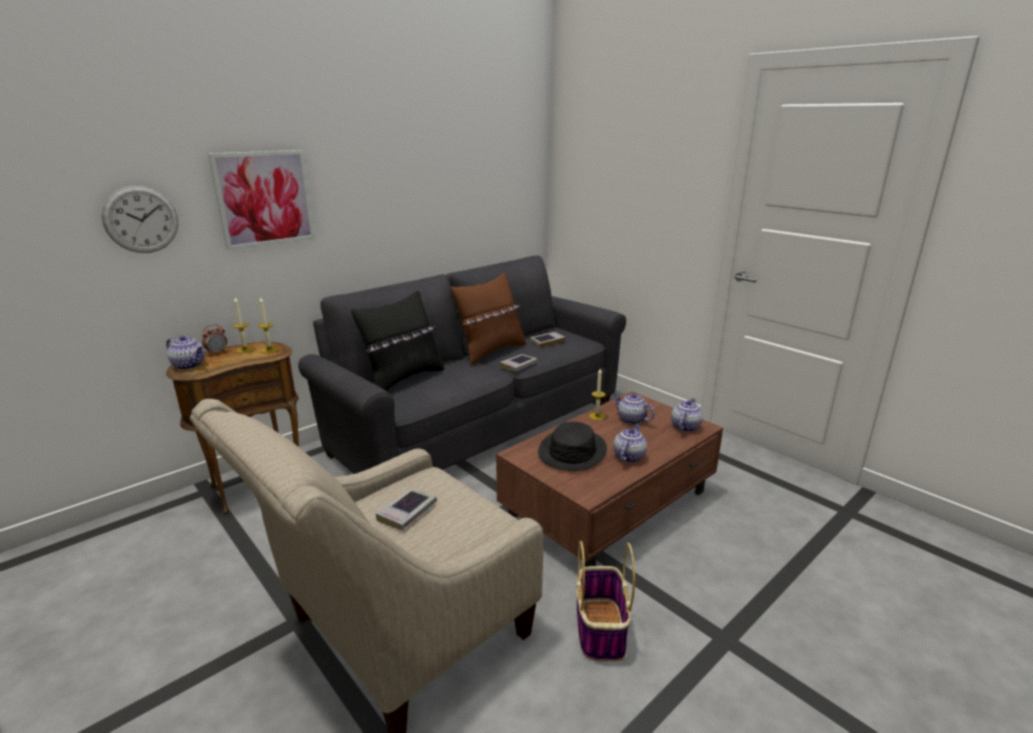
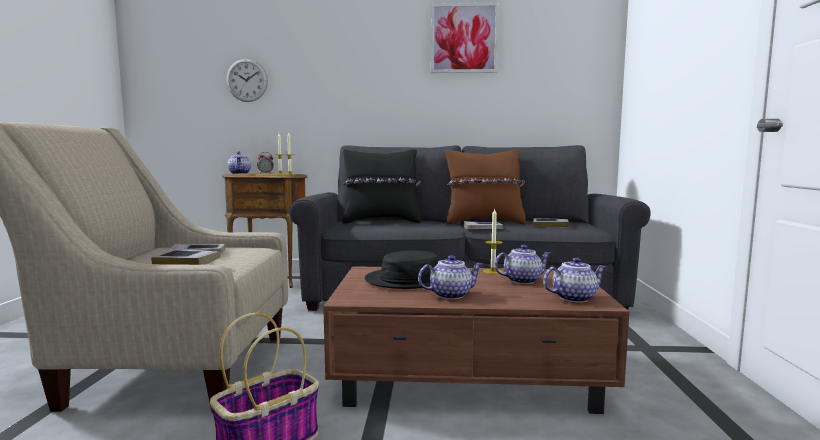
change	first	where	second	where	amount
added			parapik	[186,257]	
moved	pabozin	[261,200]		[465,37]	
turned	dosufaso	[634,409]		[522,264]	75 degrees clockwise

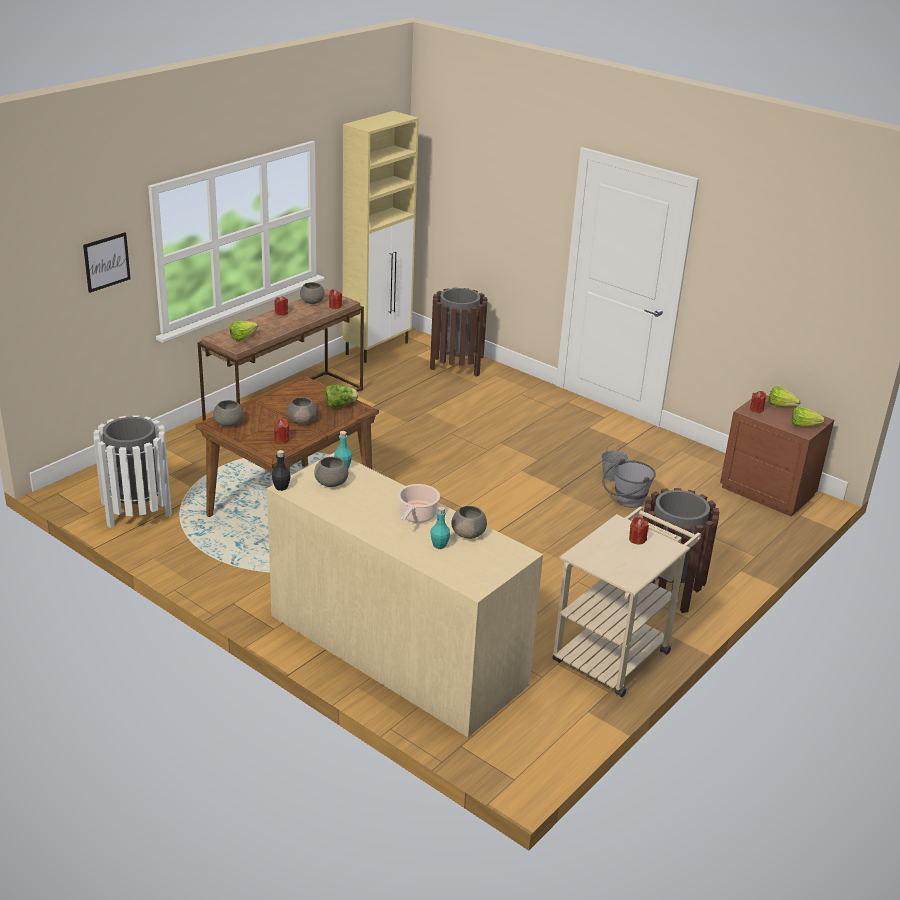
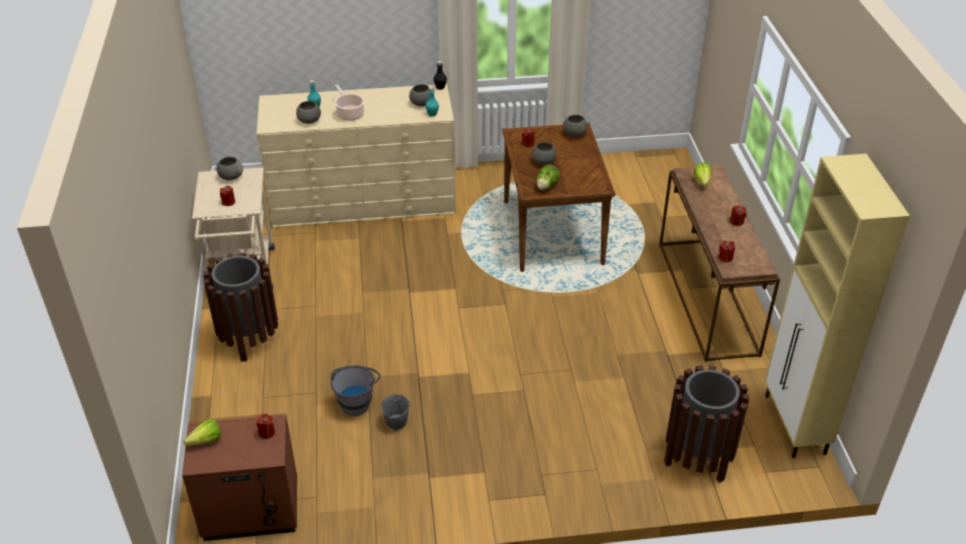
change	first	where	second	where	amount
removed	pabozin	[107,262]			
removed	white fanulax	[132,471]			
removed	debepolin	[785,396]			
moved	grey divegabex	[312,293]		[230,169]	

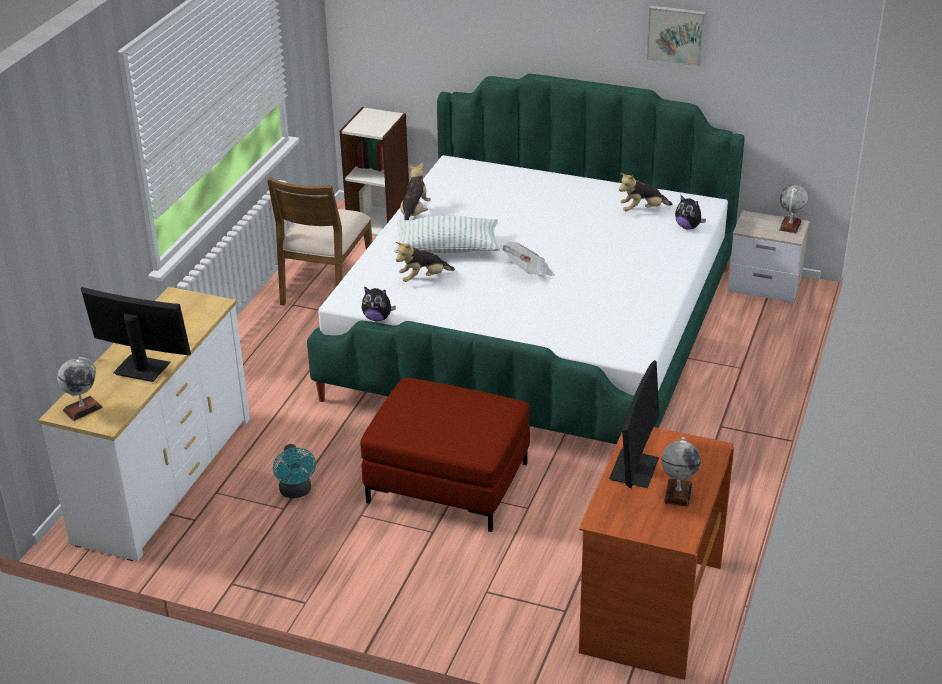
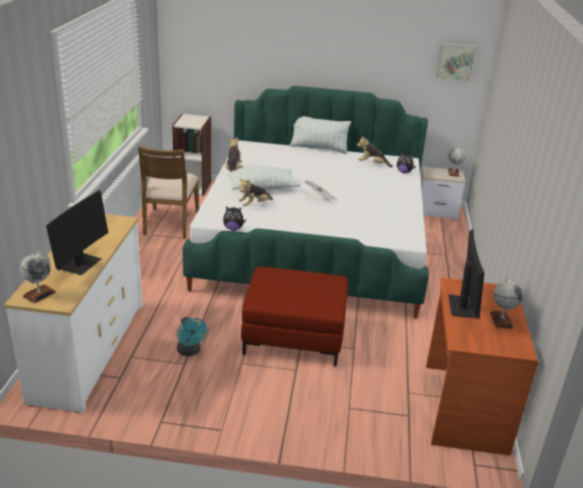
change	first	where	second	where	amount
added			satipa	[320,135]	
moved	pabozin	[676,36]		[456,62]	
turned	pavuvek	[136,334]		[77,232]	105 degrees clockwise
turned	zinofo	[646,192]		[375,152]	45 degrees clockwise

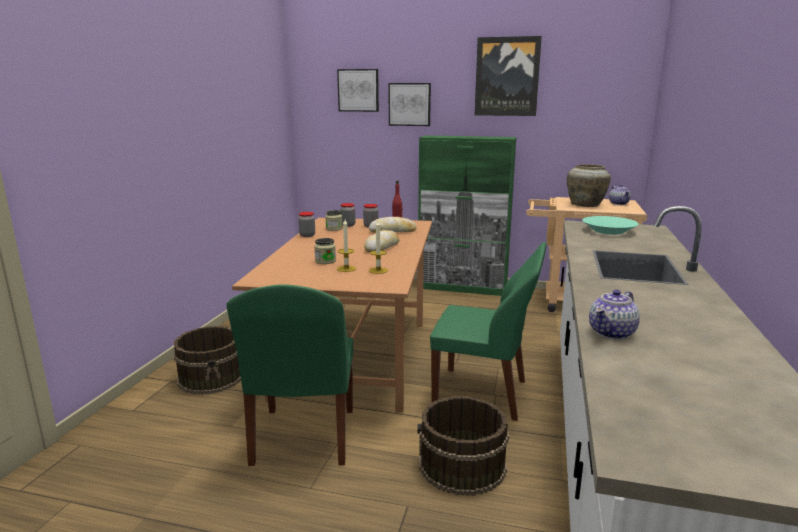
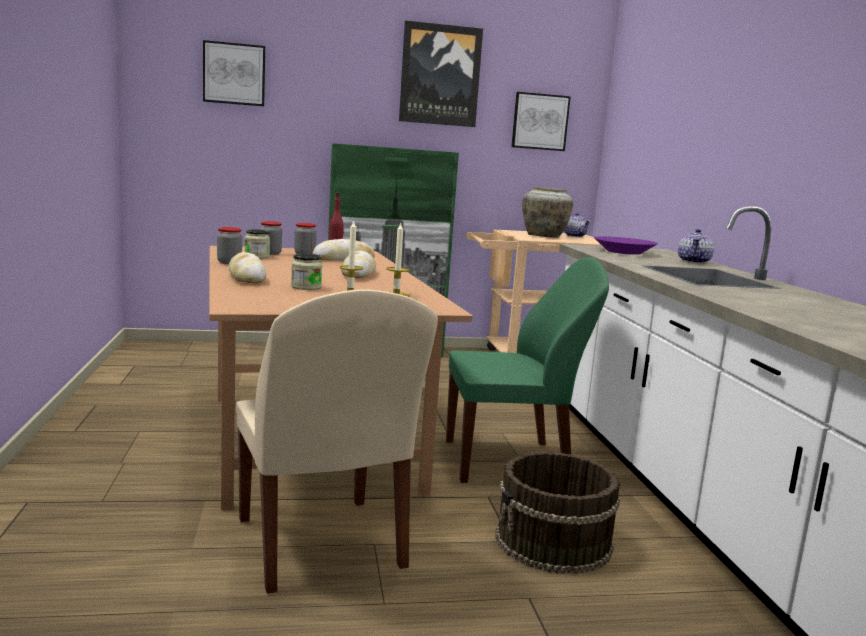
change	first	where	second	where	amount
removed	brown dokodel	[207,360]			
added			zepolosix	[247,267]	
moved	pabozin	[410,104]		[541,121]	
moved	dosufaso	[614,314]		[696,246]	
recoloured	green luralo	[290,375]	beige luralo	[337,441]	
recoloured	turquoise divegabex	[610,225]	purple divegabex	[626,245]	

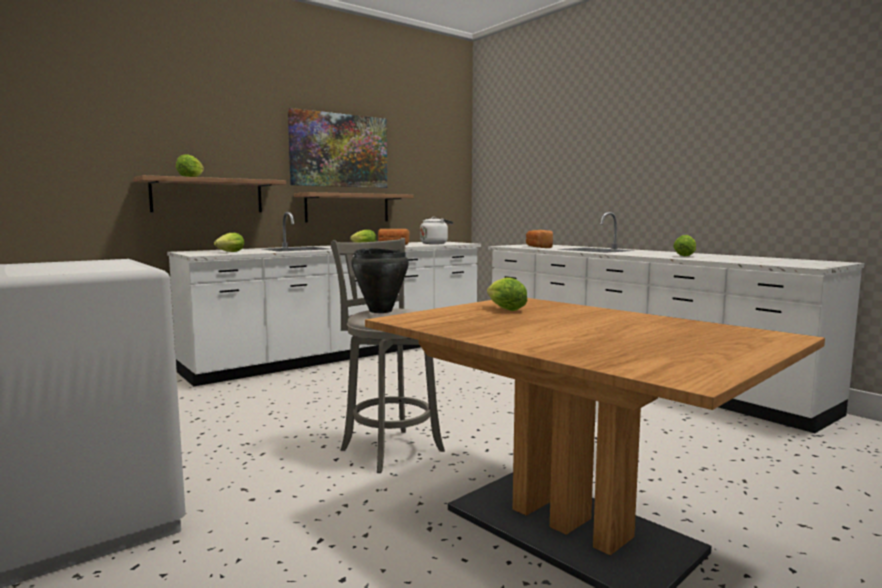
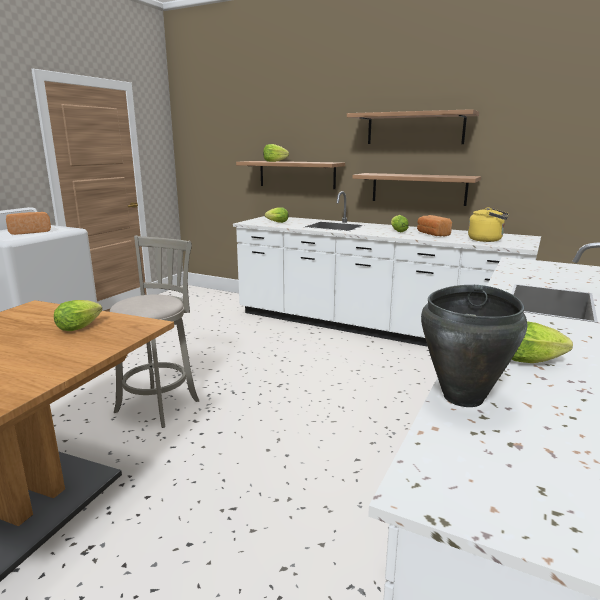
change	first	where	second	where	amount
moved	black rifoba	[380,280]		[474,346]	
moved	zepolosix	[539,239]		[28,223]	
replaced	pabozin	[337,148]	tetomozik	[413,126]	
recoloured	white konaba	[436,230]	yellow konaba	[488,224]	

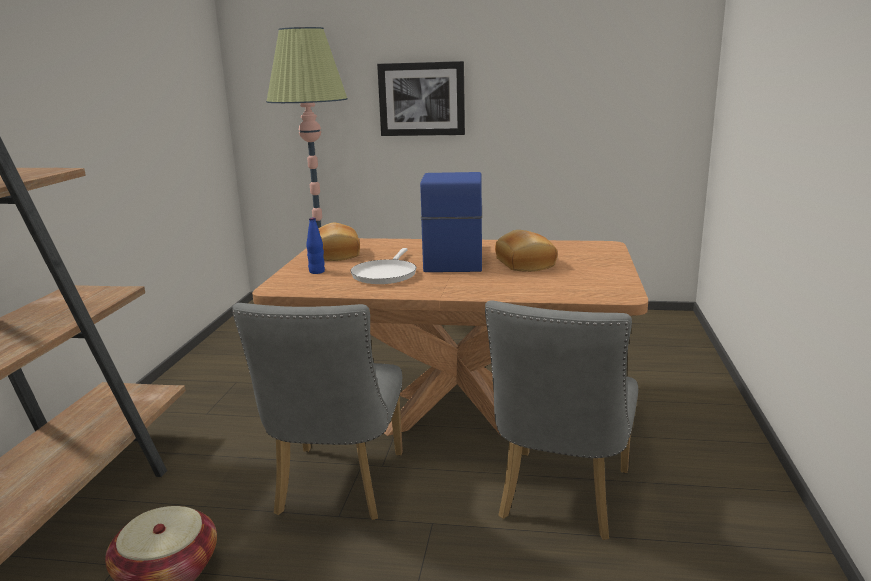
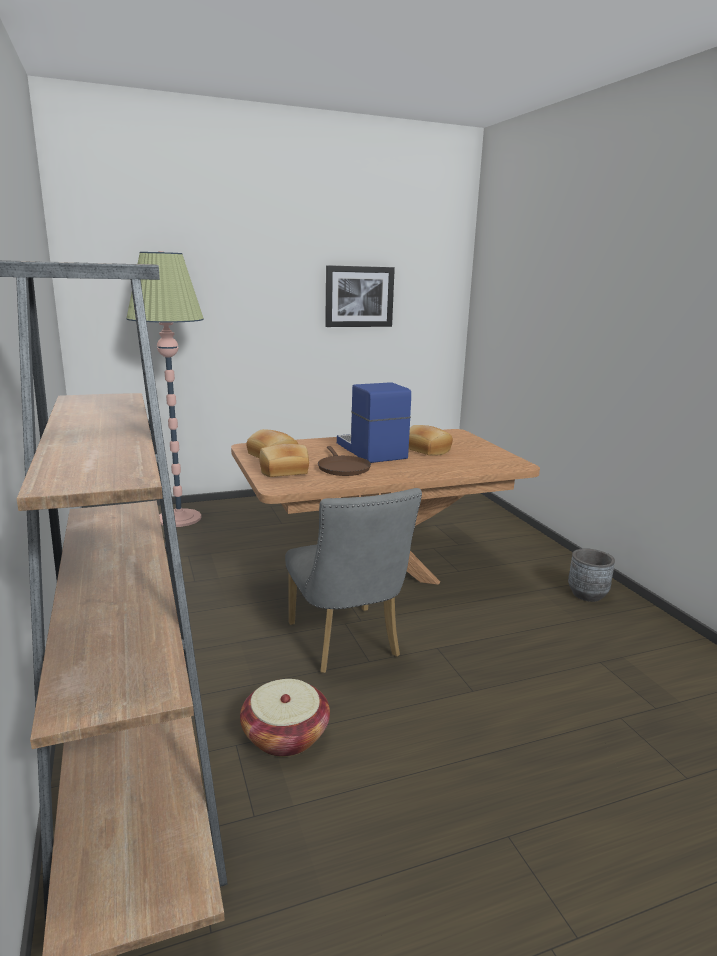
change	first	where	second	where	amount
removed	grey luralo	[561,420]			
added			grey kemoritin	[591,575]	
moved	pabozin	[421,98]		[360,296]	
replaced	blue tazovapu	[315,245]	zepolosix	[284,460]	
recoloured	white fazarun	[383,266]	brown fazarun	[344,461]	

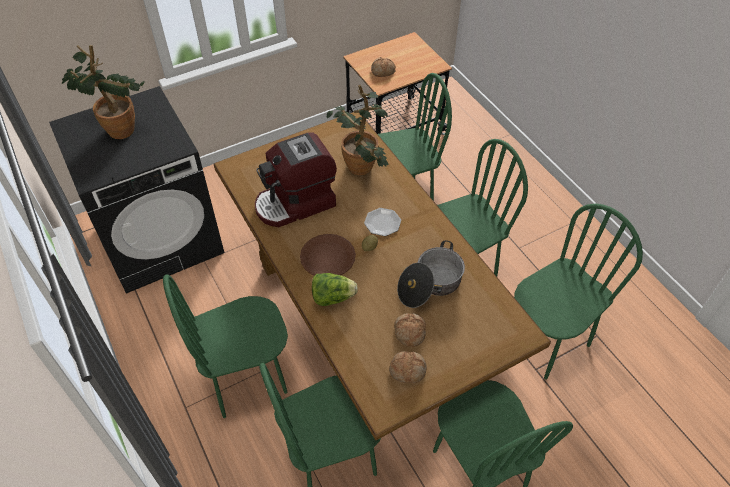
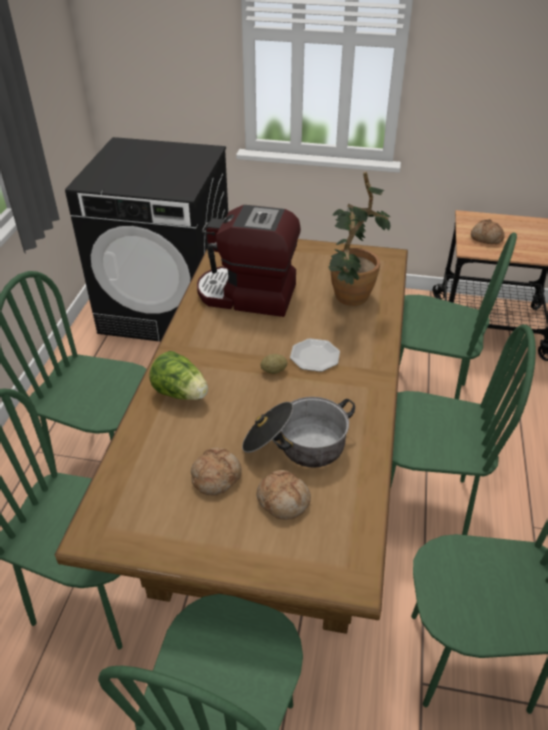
change	first	where	second	where	amount
removed	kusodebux	[103,92]			
removed	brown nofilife	[328,255]			
moved	zepolosix	[407,367]		[283,495]	

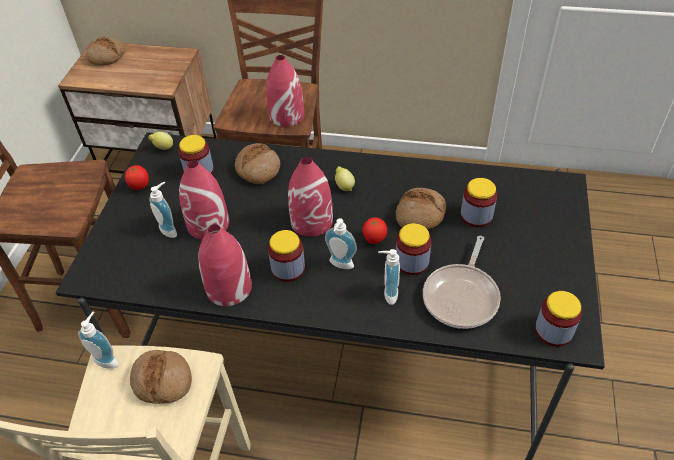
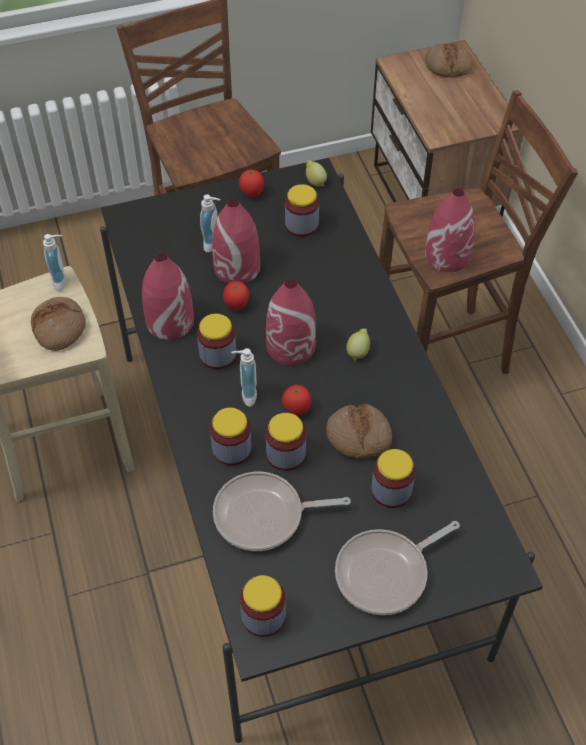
change	first	where	second	where	amount
removed	zepolosix	[257,163]			
added			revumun	[236,295]	
added			fazarun	[397,568]	
replaced	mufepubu	[389,277]	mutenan	[231,437]	

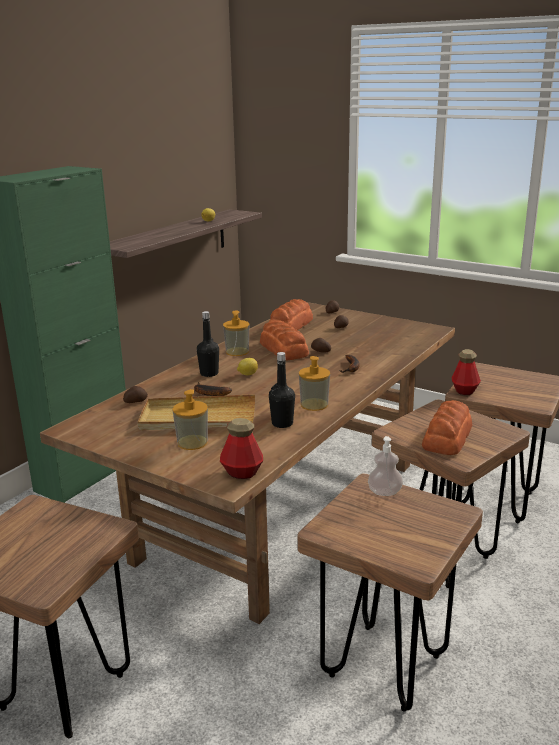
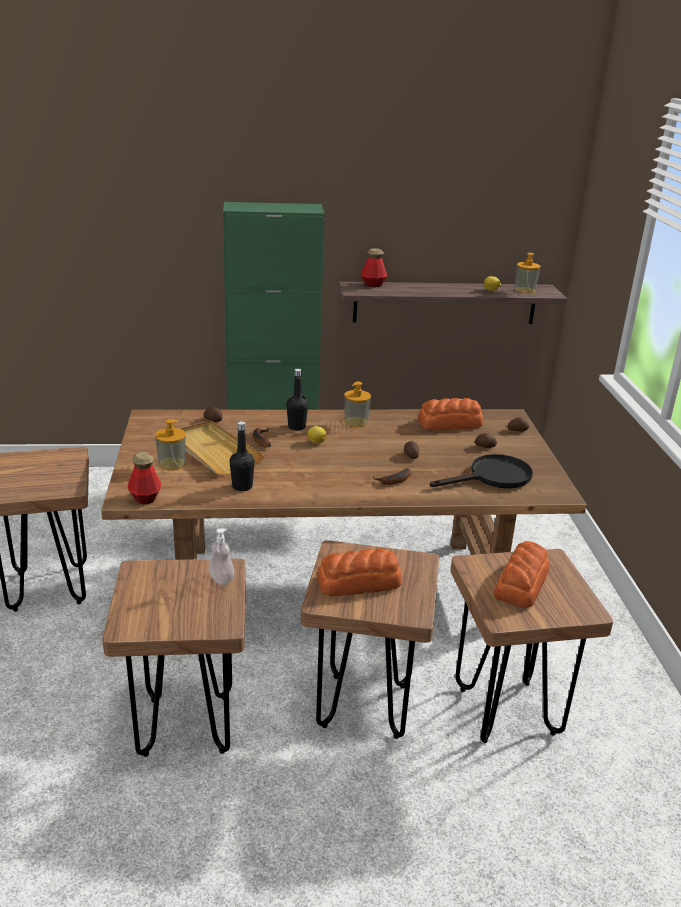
change	first	where	second	where	amount
added			black fazarun	[481,471]	
moved	zepolosix	[284,340]		[521,574]	
moved	mufepubu	[314,383]		[528,273]	
moved	tazovapu	[466,372]		[374,267]	

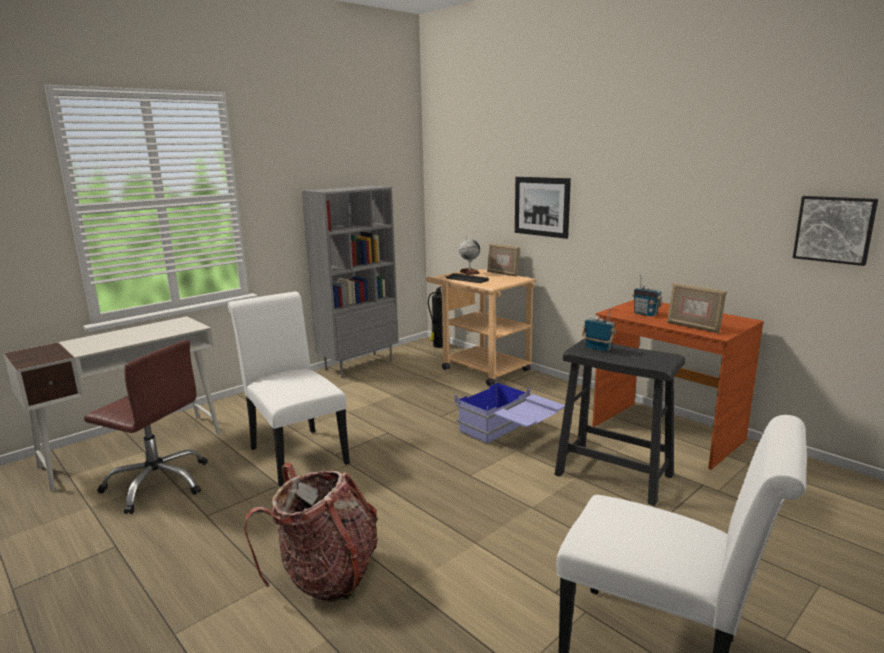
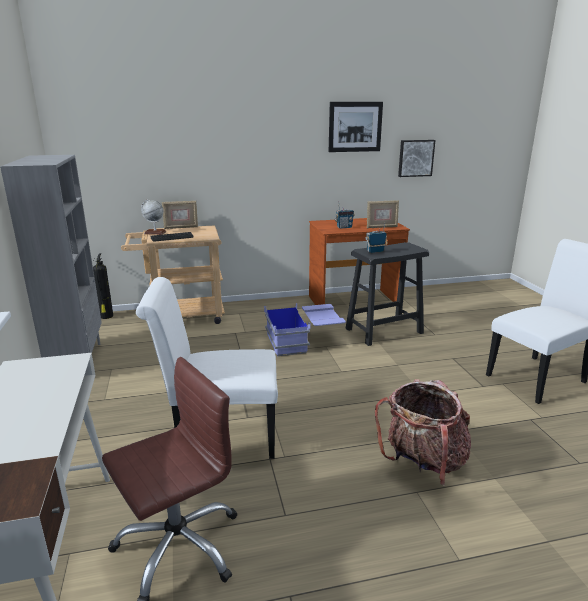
change	first	where	second	where	amount
moved	pabozin	[543,208]		[356,127]	

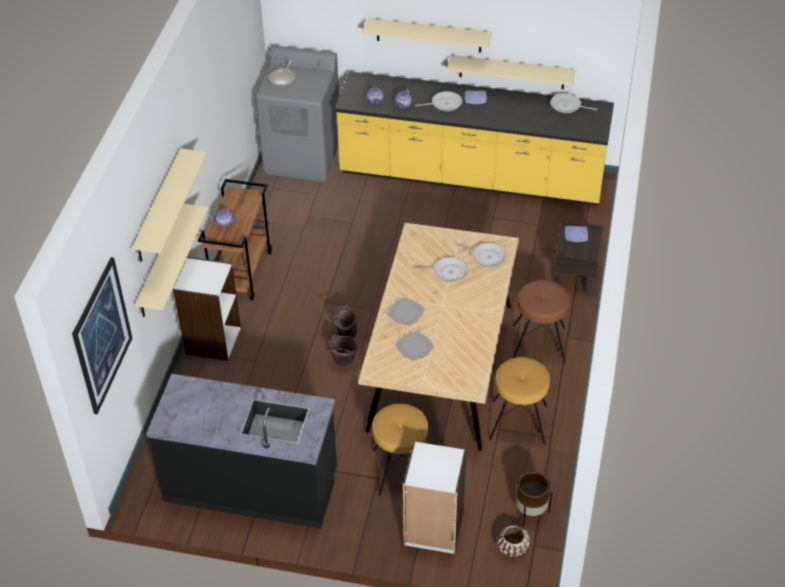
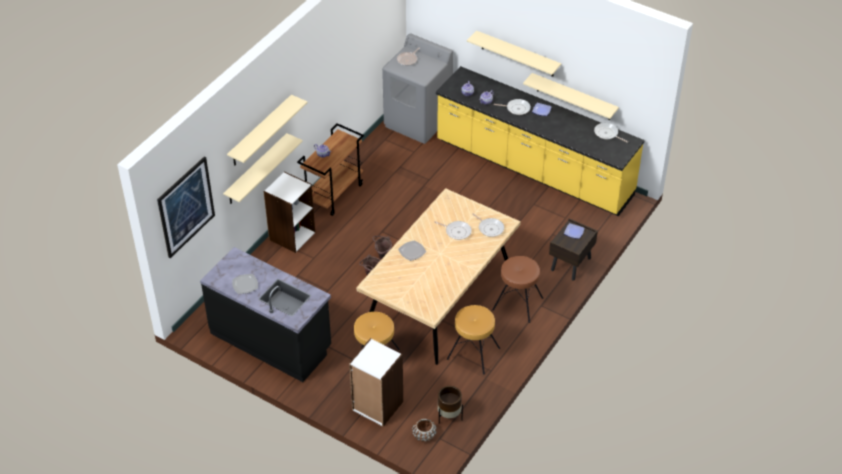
change	first	where	second	where	amount
moved	nofilife	[414,346]		[245,284]	

